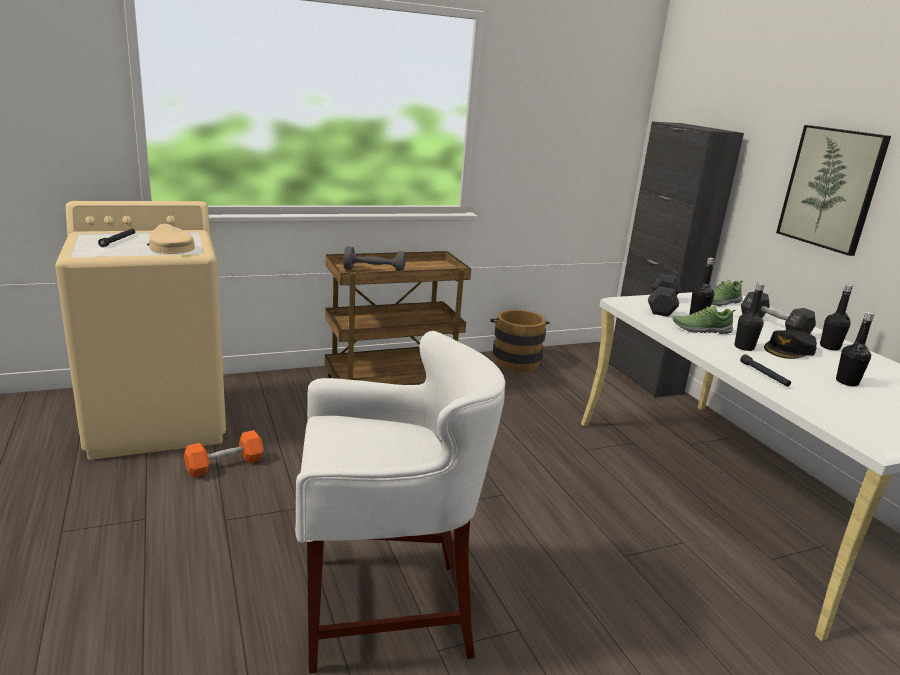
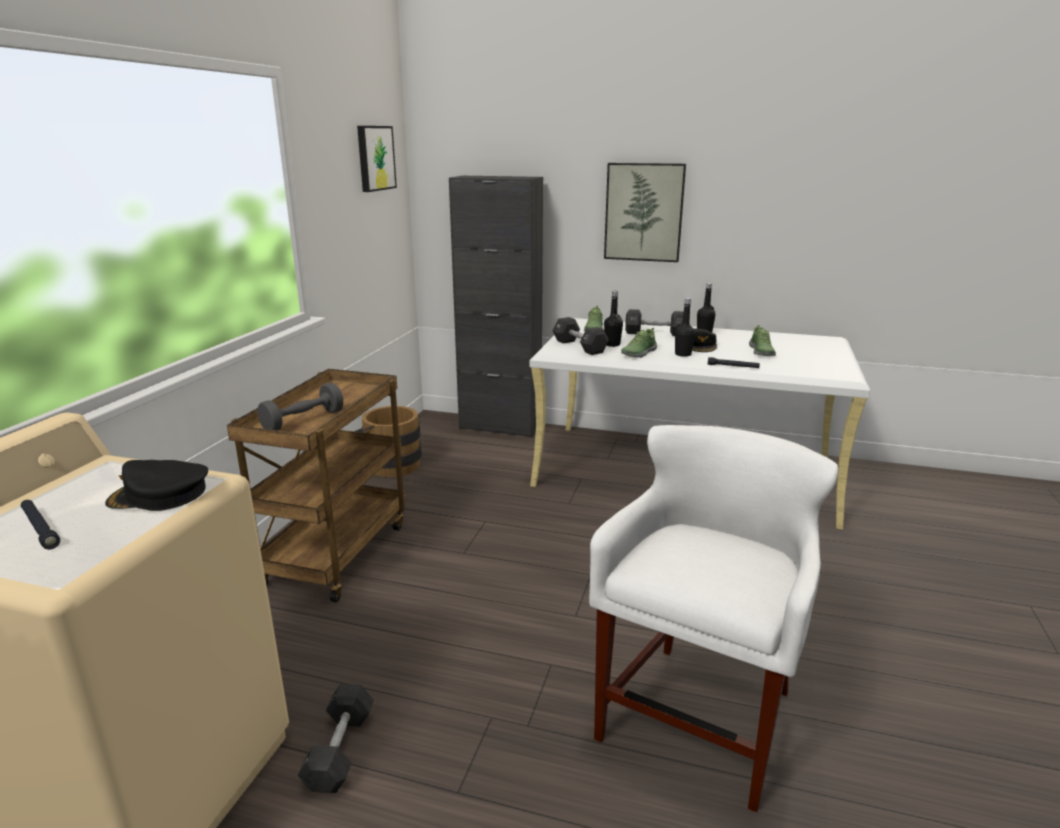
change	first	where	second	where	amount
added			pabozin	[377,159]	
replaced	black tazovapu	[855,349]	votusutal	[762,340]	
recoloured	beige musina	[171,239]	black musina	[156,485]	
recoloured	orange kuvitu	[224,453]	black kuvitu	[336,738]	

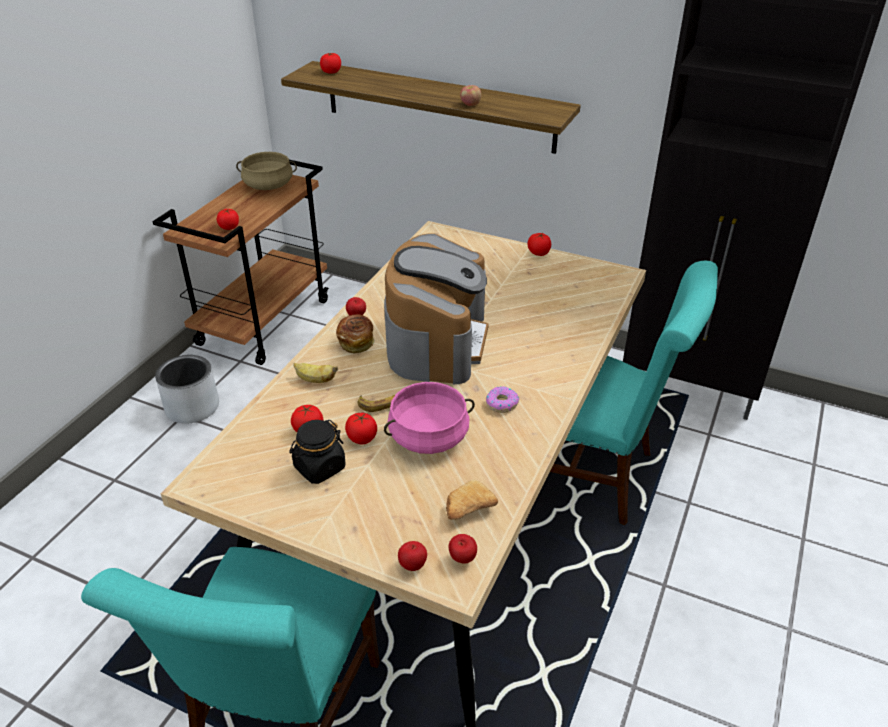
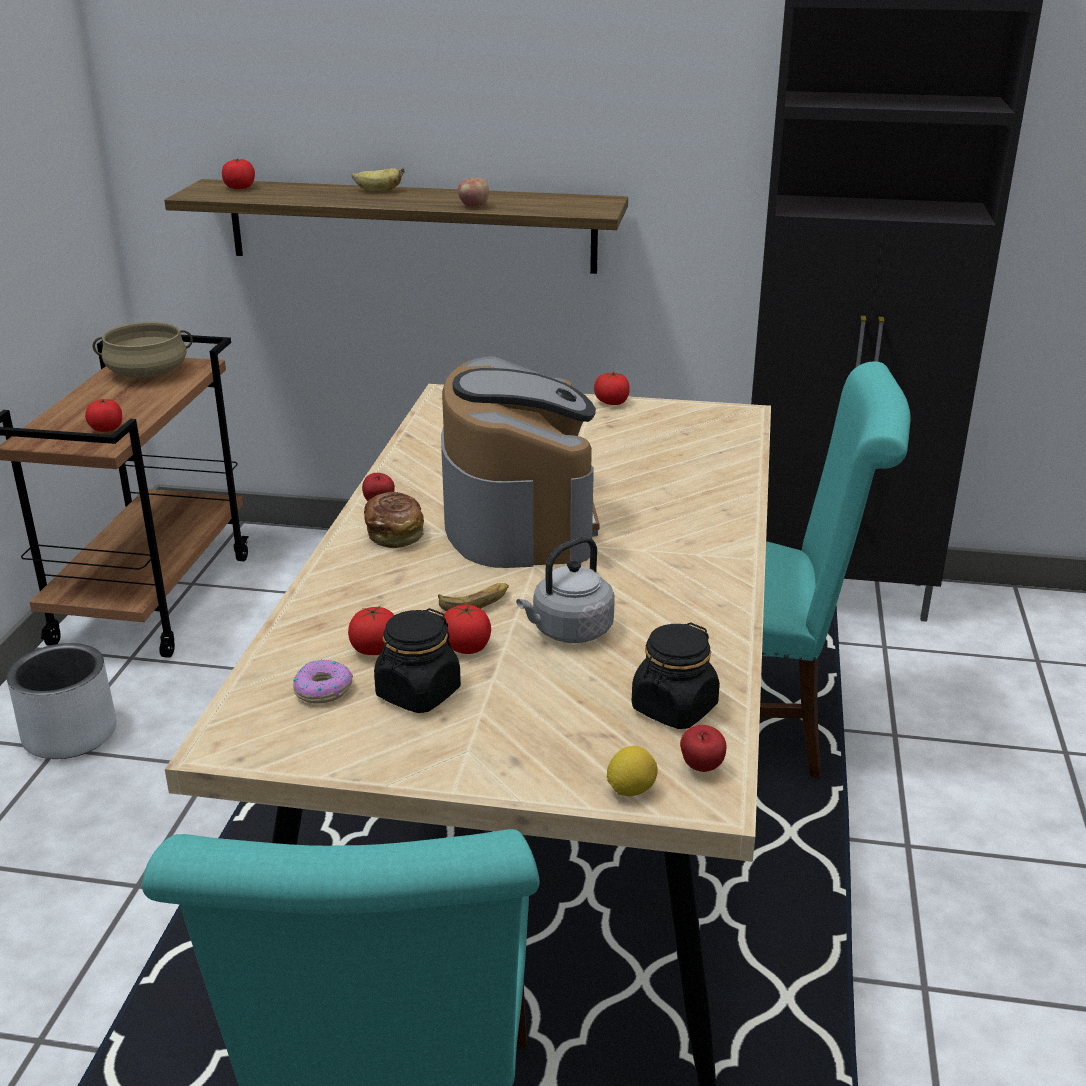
change	first	where	second	where	amount
moved	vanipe	[316,373]		[378,179]	
moved	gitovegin	[502,399]		[323,681]	
replaced	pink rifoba	[429,418]	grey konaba	[565,589]	
replaced	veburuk	[412,556]	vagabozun	[632,771]	
replaced	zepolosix	[472,499]	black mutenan	[676,675]	

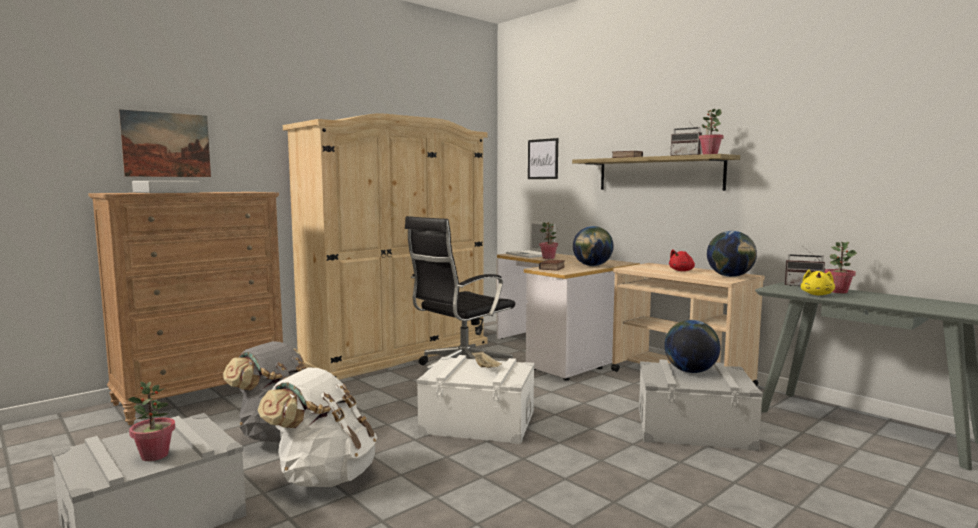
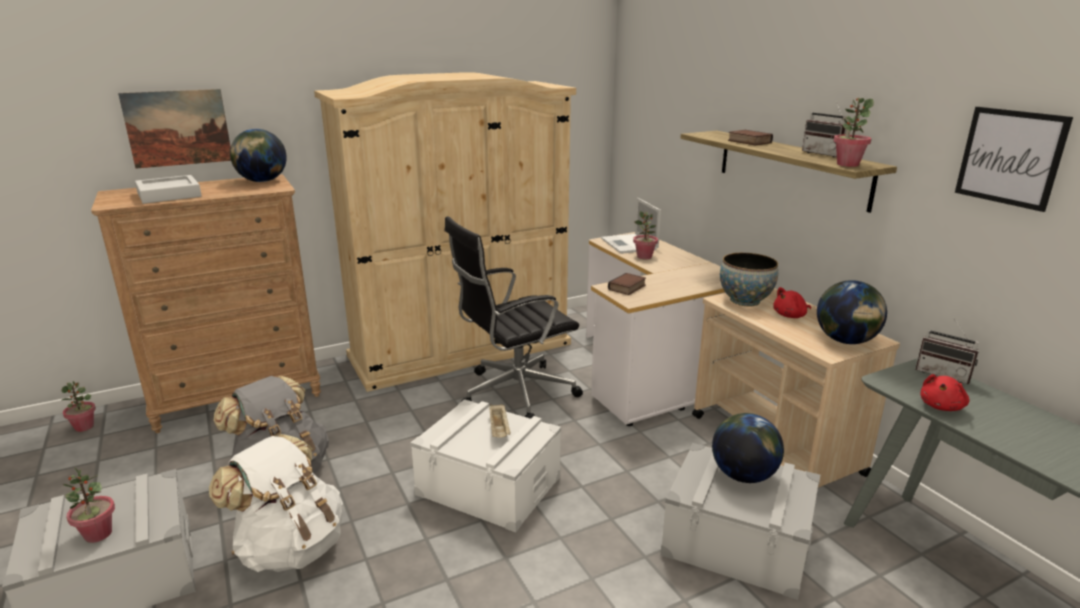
change	first	where	second	where	amount
added			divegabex	[749,279]	
moved	pabozin	[543,158]		[1014,159]	
moved	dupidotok	[593,246]		[258,155]	
moved	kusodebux	[840,267]		[79,406]	
recoloured	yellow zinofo	[818,282]	red zinofo	[945,392]	

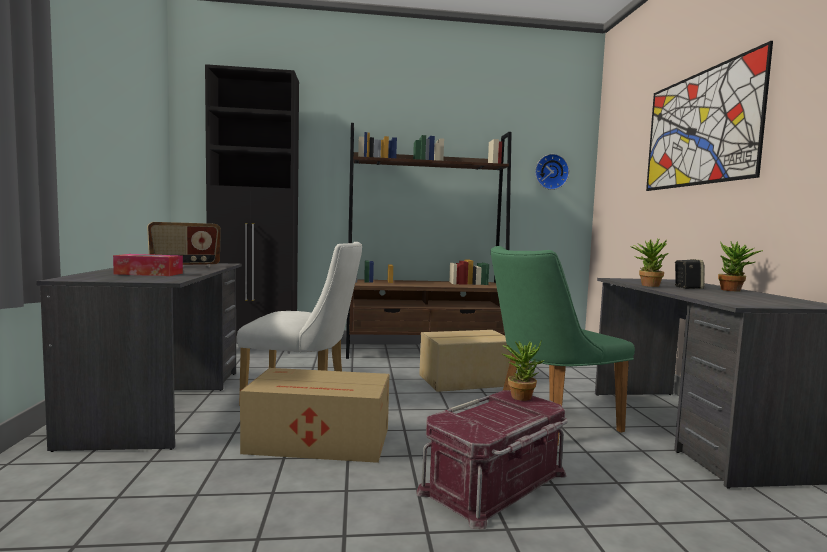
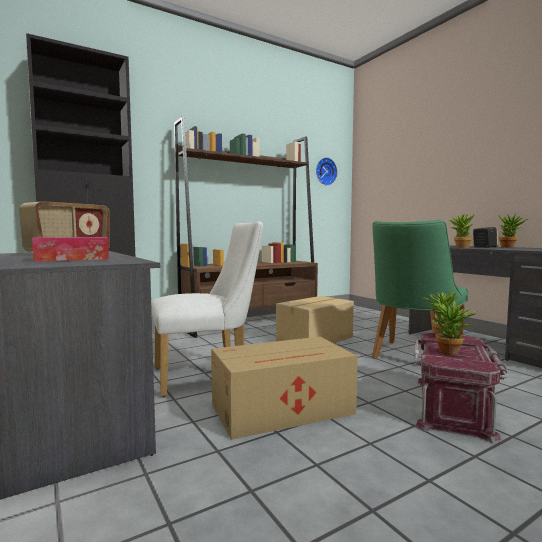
change	first	where	second	where	amount
removed	pabozin	[709,116]			
added			kusodebux	[455,327]	

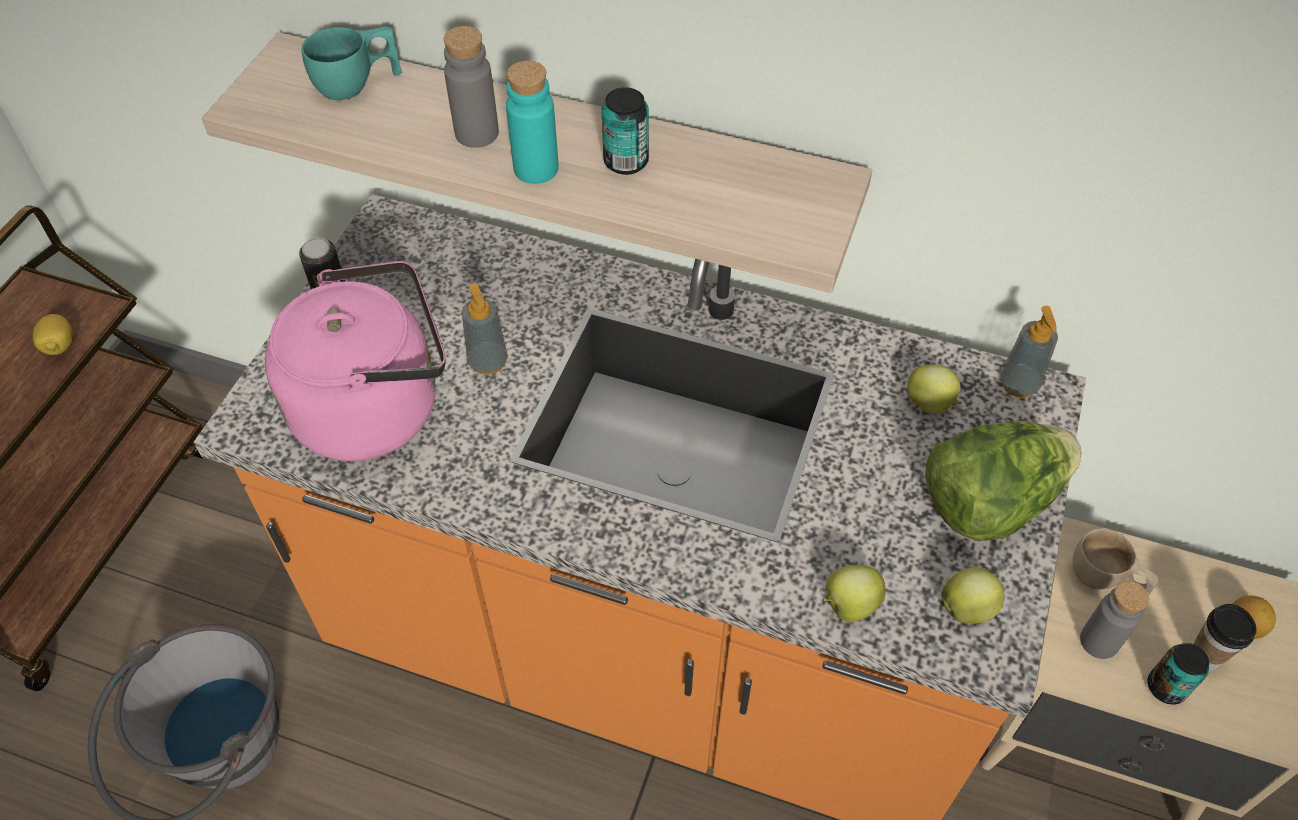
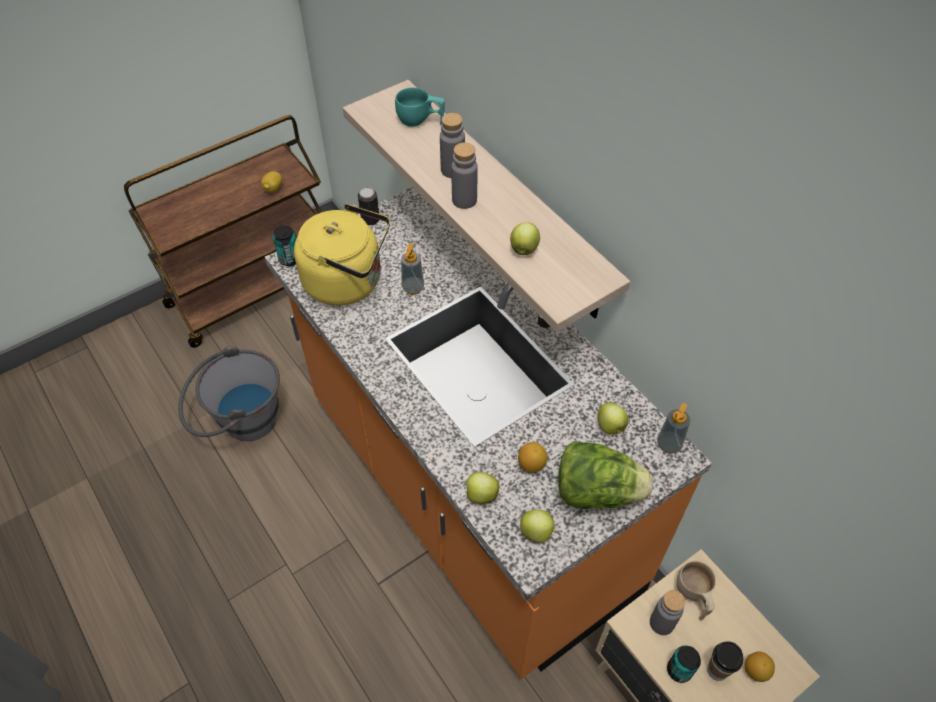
change	first	where	second	where	amount
added			veburuk	[525,238]	
added			vagabozun	[533,457]	
moved	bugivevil	[625,131]		[285,245]	
recoloured	pink konaba	[355,361]	yellow konaba	[342,255]	
recoloured	turquoise tazovapu	[532,122]	grey tazovapu	[464,176]	

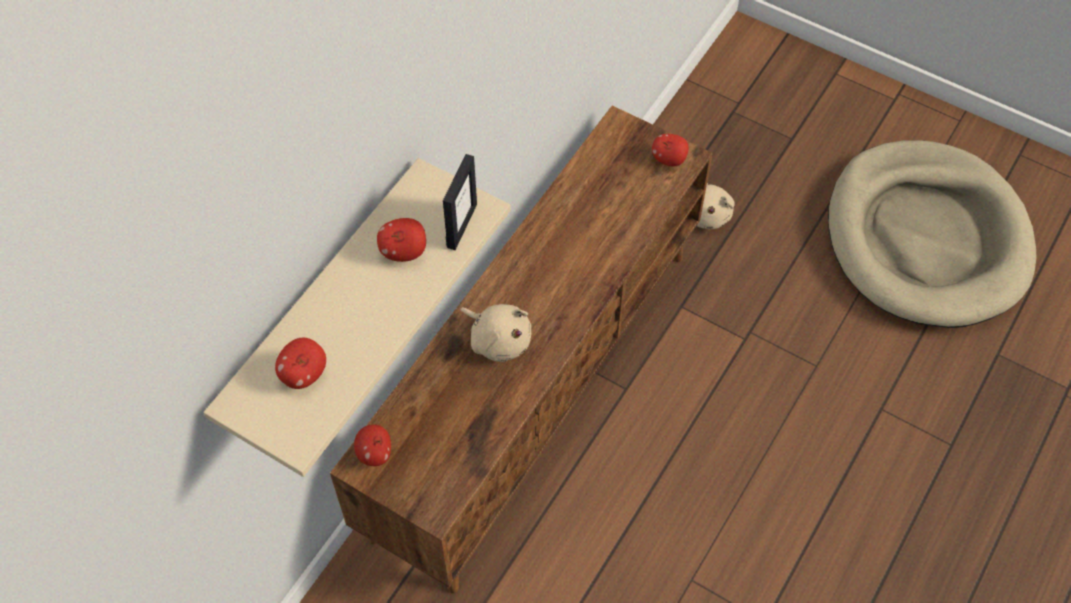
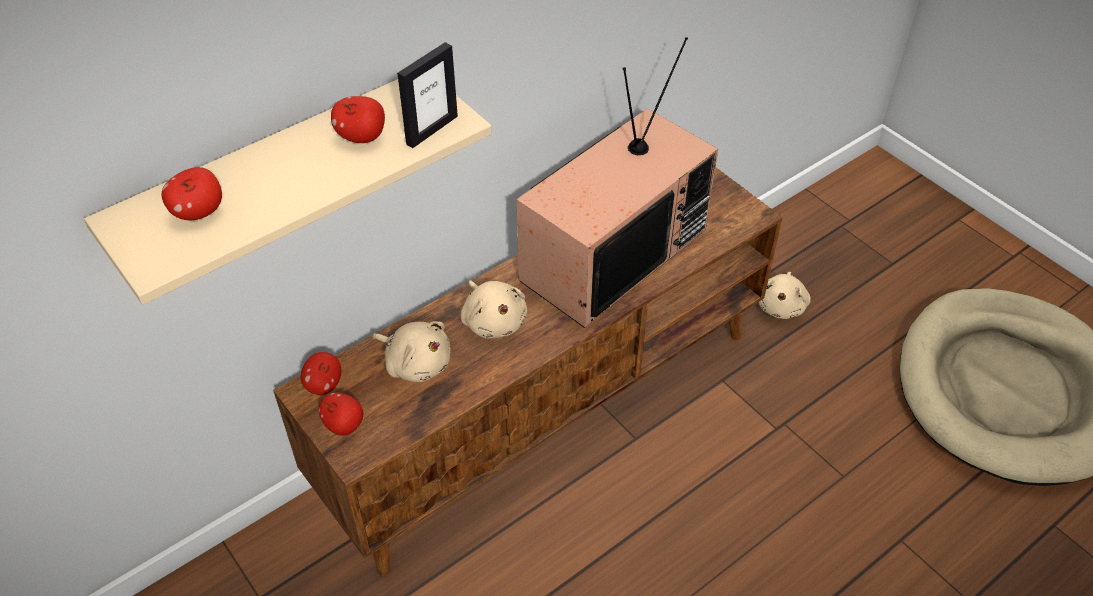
change	first	where	second	where	amount
added			beige zinofo	[411,351]	
added			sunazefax	[617,182]	
moved	veburuk	[670,150]		[341,414]	

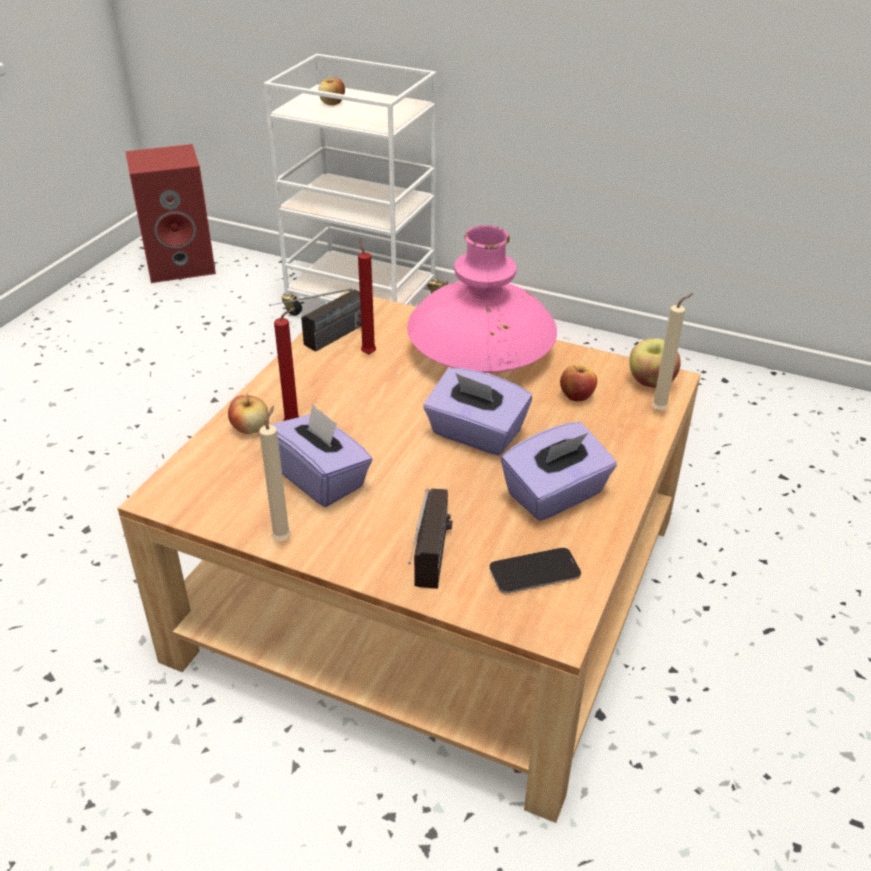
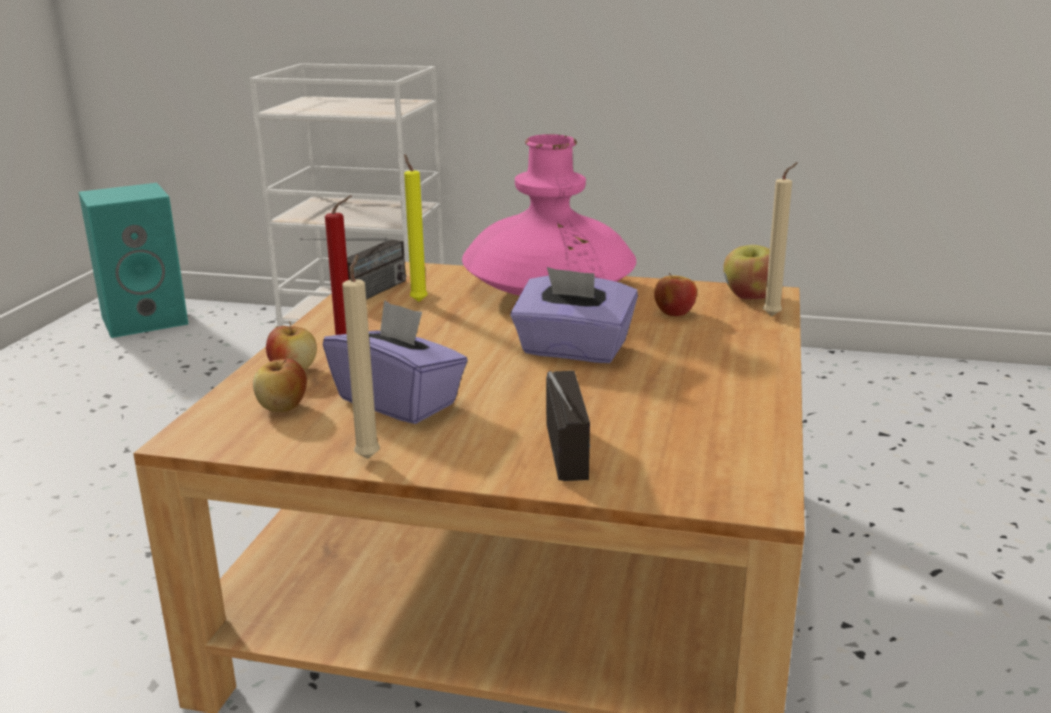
change	first	where	second	where	amount
removed	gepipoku	[535,570]			
removed	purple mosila	[559,471]			
moved	veburuk	[331,92]		[280,385]	
recoloured	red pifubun	[170,213]	turquoise pifubun	[133,260]	
recoloured	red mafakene	[367,296]	yellow mafakene	[416,228]	

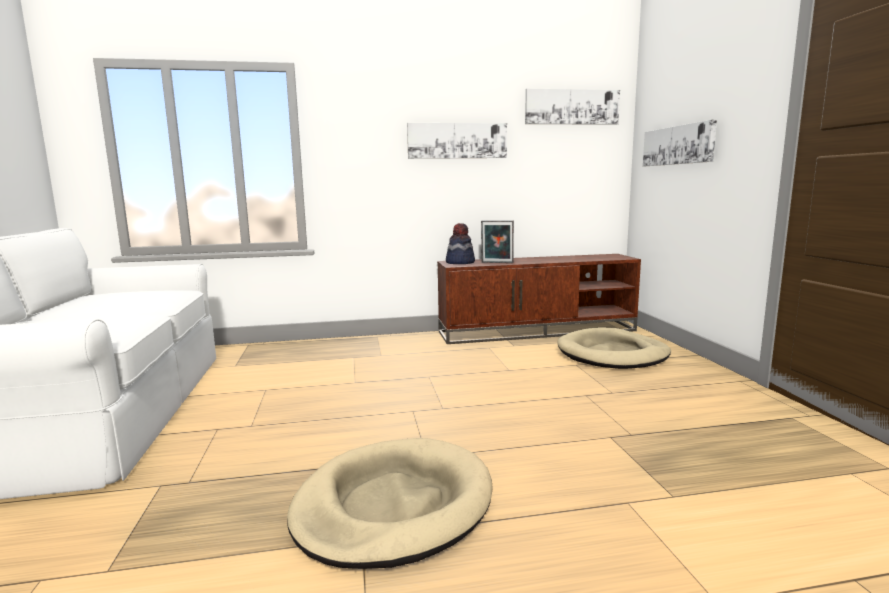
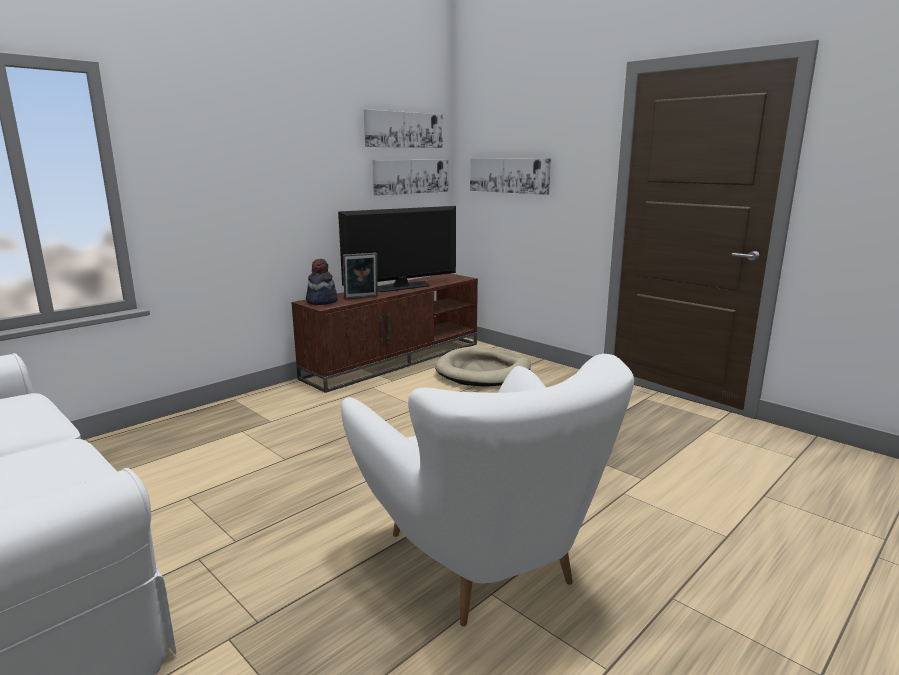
change	first	where	second	where	amount
added			sunazefax	[397,249]	
moved	pabozin	[457,141]		[410,178]	
replaced	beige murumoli	[389,503]	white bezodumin	[487,490]	

